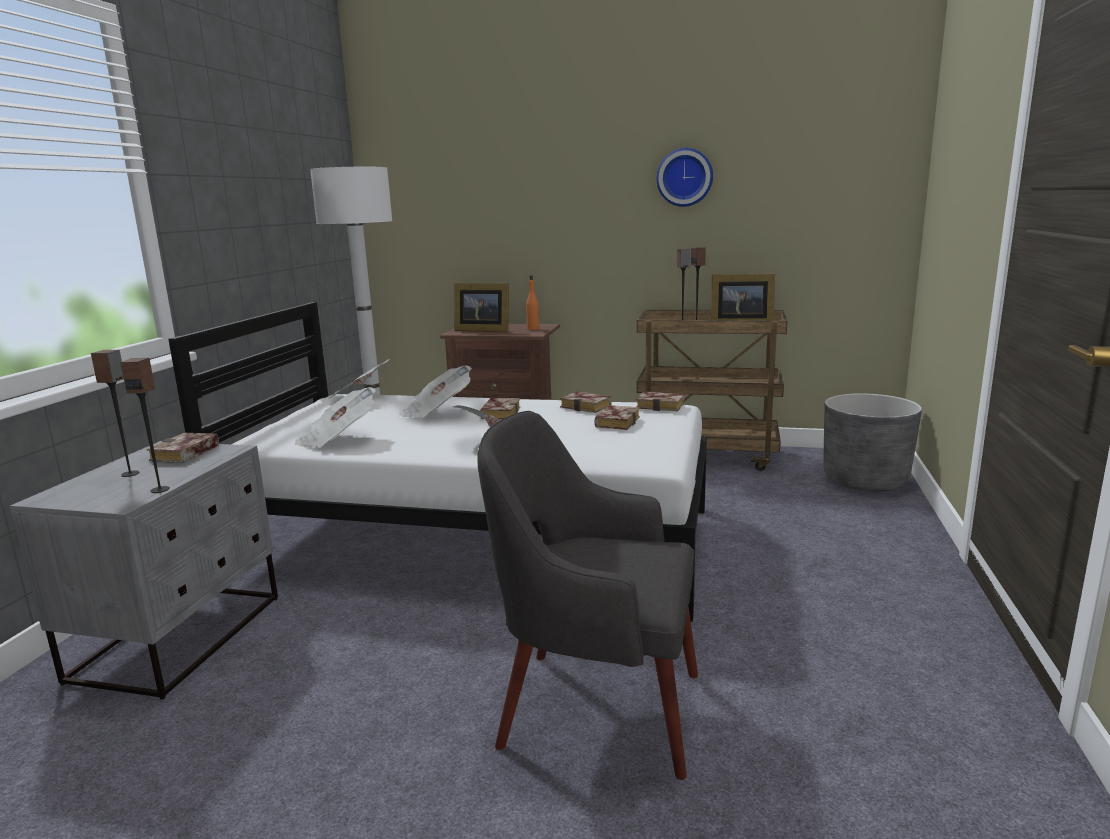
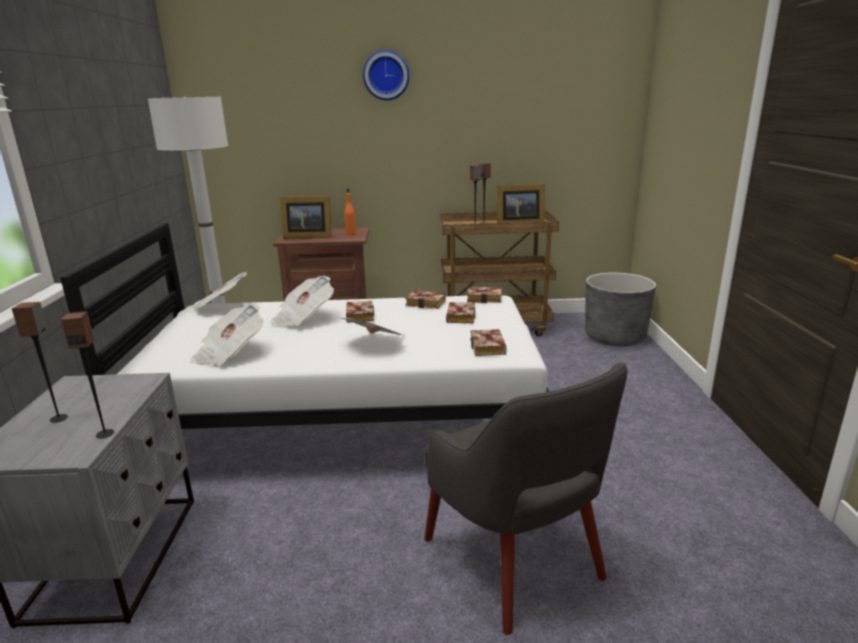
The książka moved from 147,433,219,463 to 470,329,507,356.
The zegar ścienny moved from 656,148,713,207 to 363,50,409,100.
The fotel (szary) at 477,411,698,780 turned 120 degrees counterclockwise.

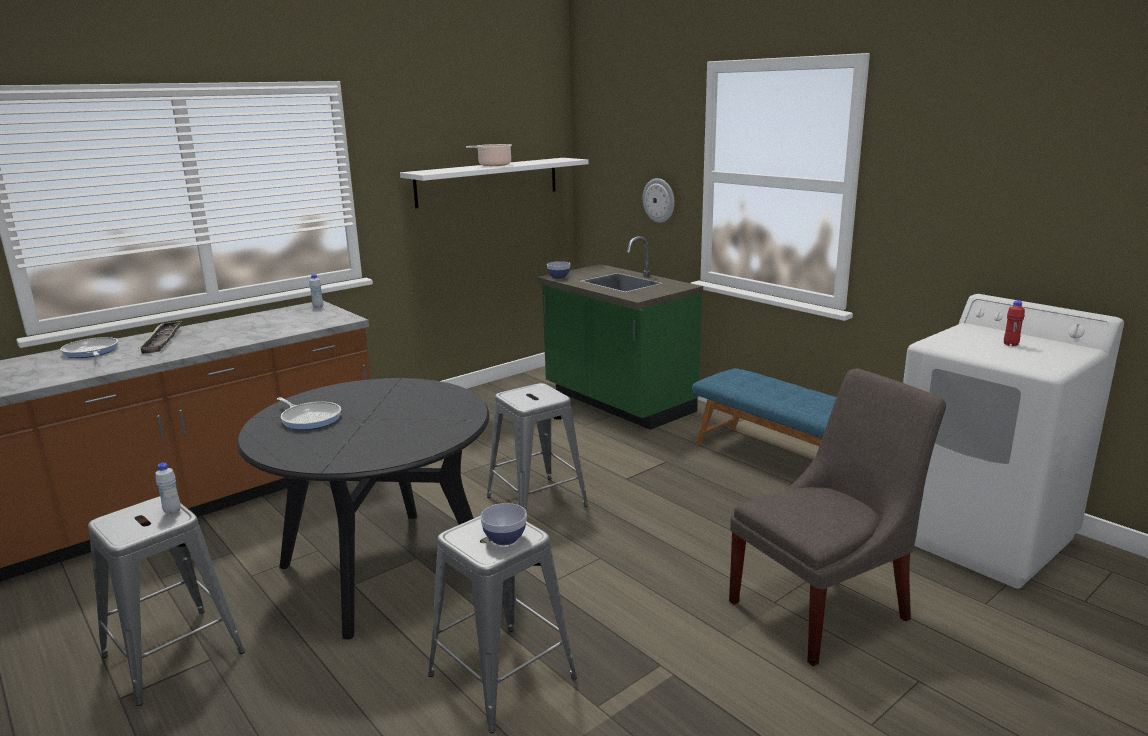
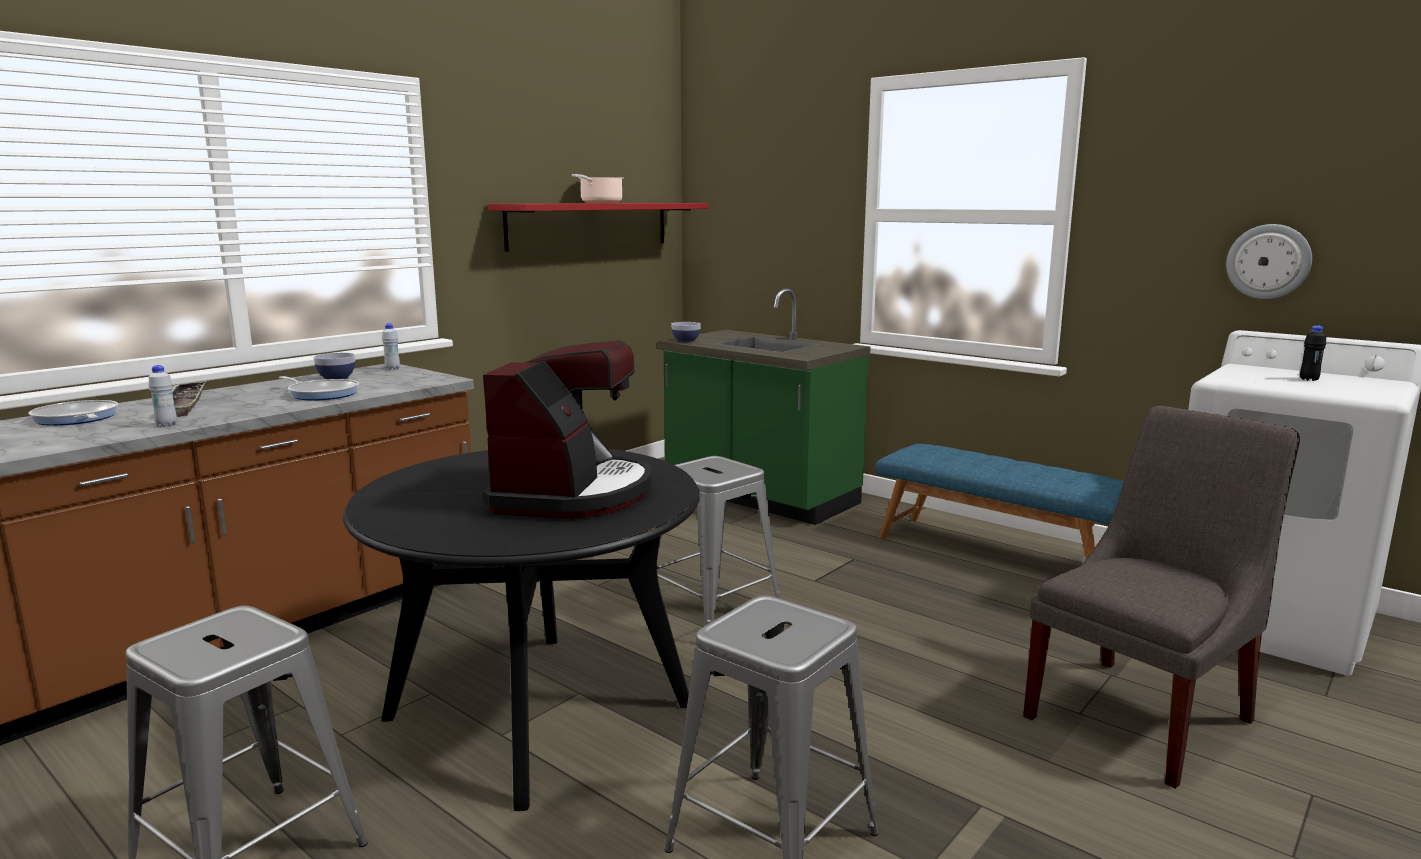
The ekspres do kawy at 483,341,652,519 appeared.
The butelka (biały) moved from 155,463,181,514 to 149,365,177,427.
The patelnia moved from 277,397,341,430 to 279,376,359,401.
The miska moved from 481,503,527,545 to 313,353,355,379.
The zegar ścienny moved from 643,178,675,223 to 1226,224,1312,299.
The półka (biały) at 400,158,588,208 became the półka (czerwony) at 488,203,708,252.
The butelka (czerwony) at 1004,301,1025,346 became the butelka (czarny) at 1300,325,1326,381.

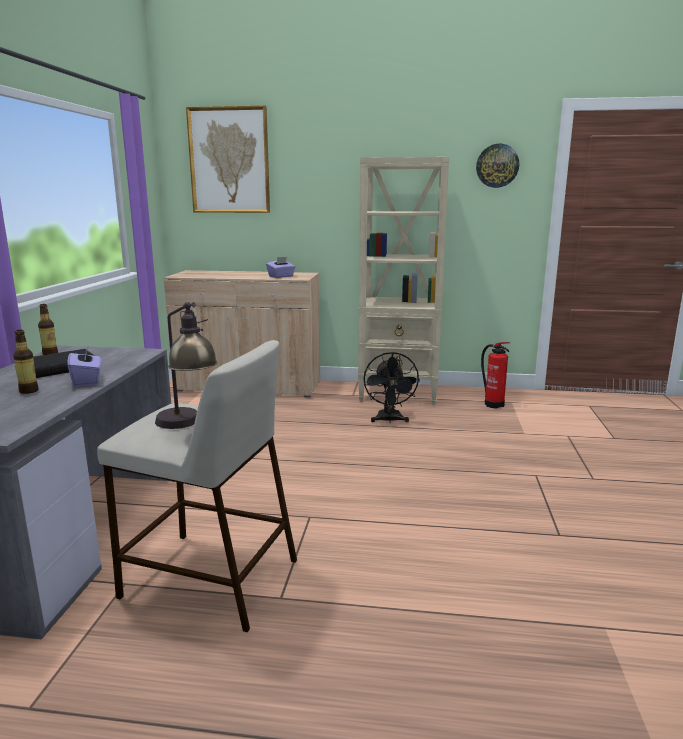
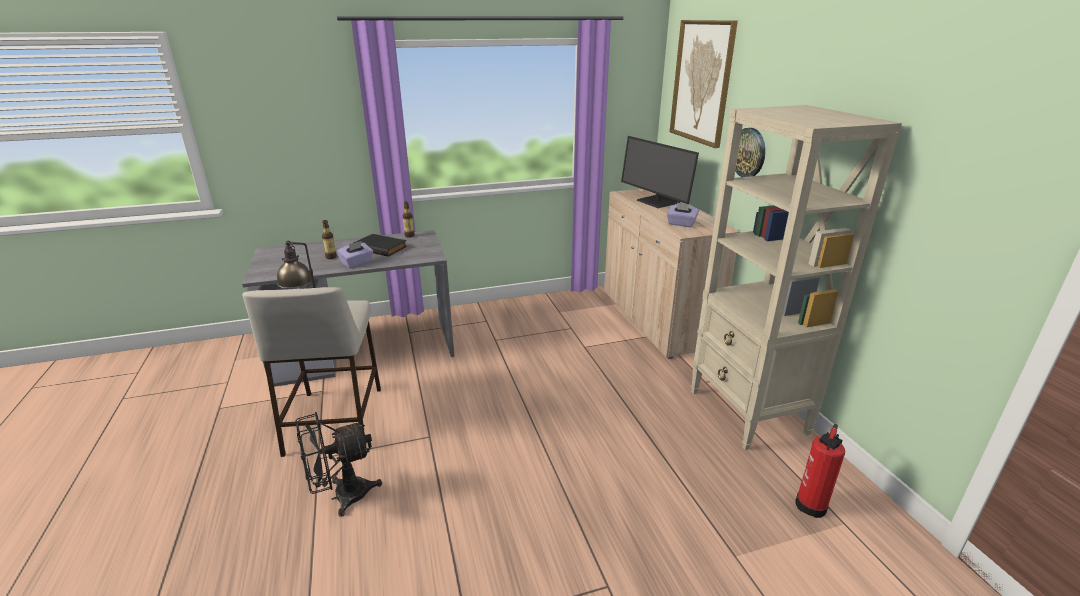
The monitor at 621,136,699,208 appeared.
The wentylator (czarny) moved from 364,352,420,423 to 296,412,382,517.
The zegar ścienny moved from 476,144,519,188 to 735,128,765,177.

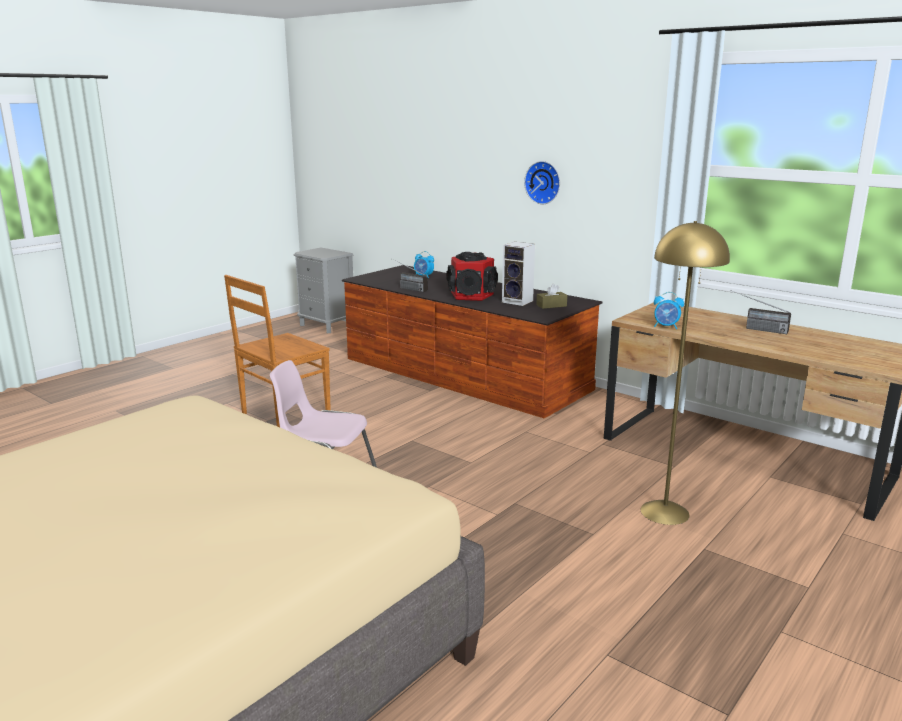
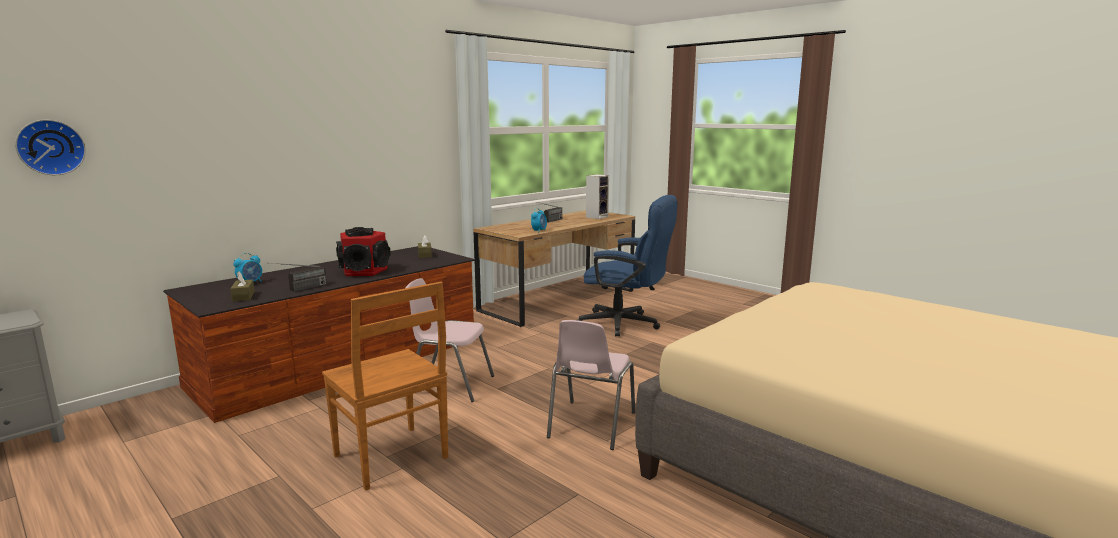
The pudełko chusteczek (brązowy) at 230,272,255,302 appeared.
The krzesło (różowy) at 405,278,494,402 appeared.
The głośnik moved from 502,242,535,306 to 586,174,609,219.
The zegar ścienny moved from 524,161,560,204 to 15,120,86,175.
The lampa stojąca (żółty) at 641,221,730,525 was replaced by the krzesło biurowe (niebieski) at 578,195,677,337.

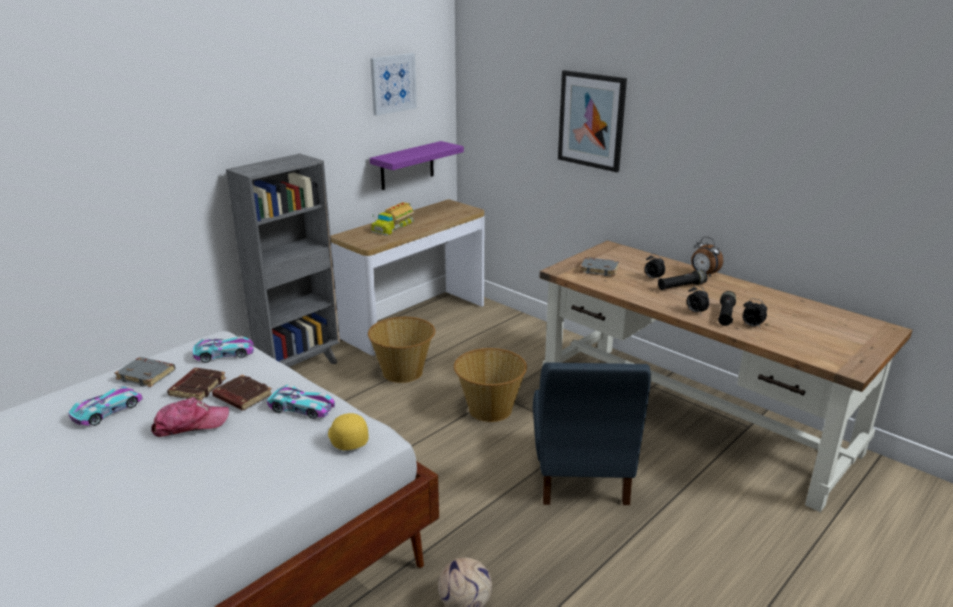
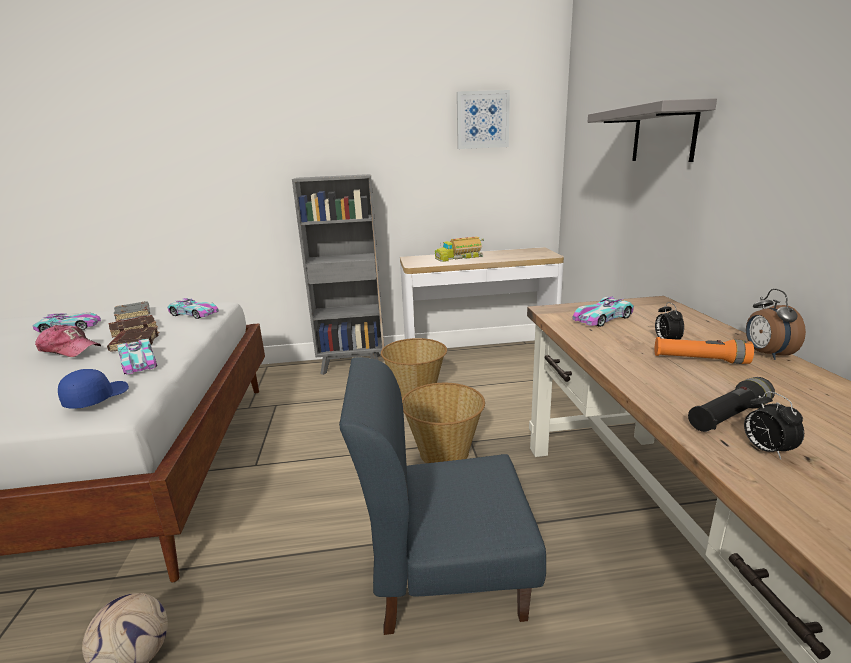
The półka (fioletowy) at 370,141,464,190 disappeared.
The budzik at 687,285,709,314 disappeared.
The obraz at 558,70,627,172 was replaced by the półka (szary) at 587,98,717,162.
The książka (szary) at 580,257,619,276 was replaced by the samochodzik at 572,296,634,327.
The czapka z daszkiem (żółty) at 328,413,369,450 became the czapka z daszkiem (niebieski) at 58,369,129,409.
The latarka (czarny) at 658,270,708,290 became the latarka (pomarańczowy) at 655,337,754,364.
The krzesło (niebieski) at 533,362,651,505 turned 45 degrees clockwise.

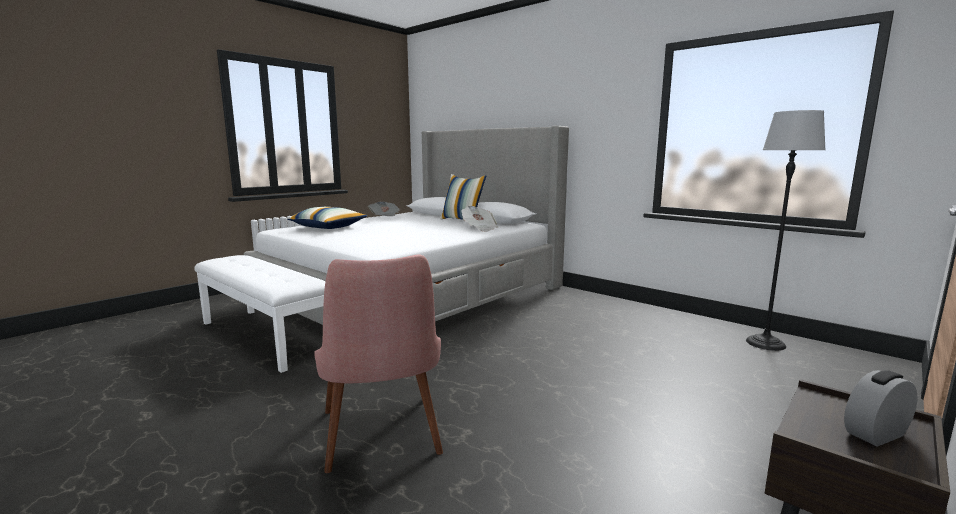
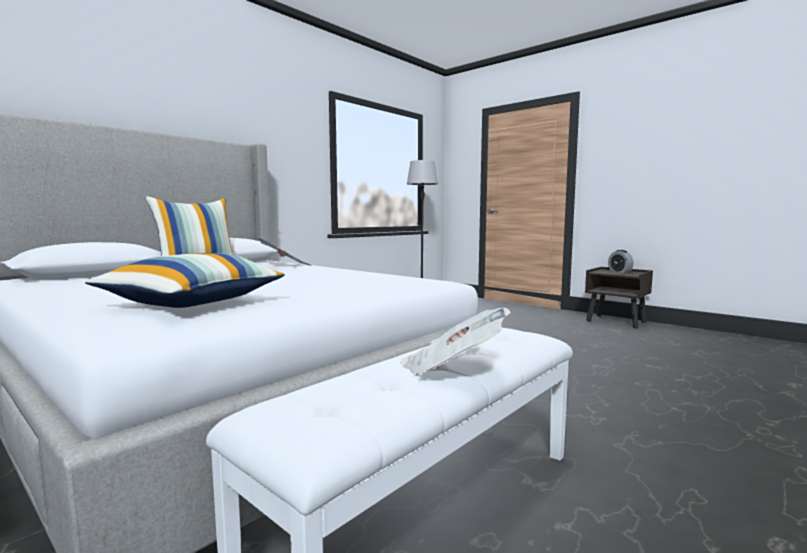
The krzesło (różowy) at 314,254,443,473 disappeared.
The gazeta moved from 367,201,400,216 to 400,308,511,375.

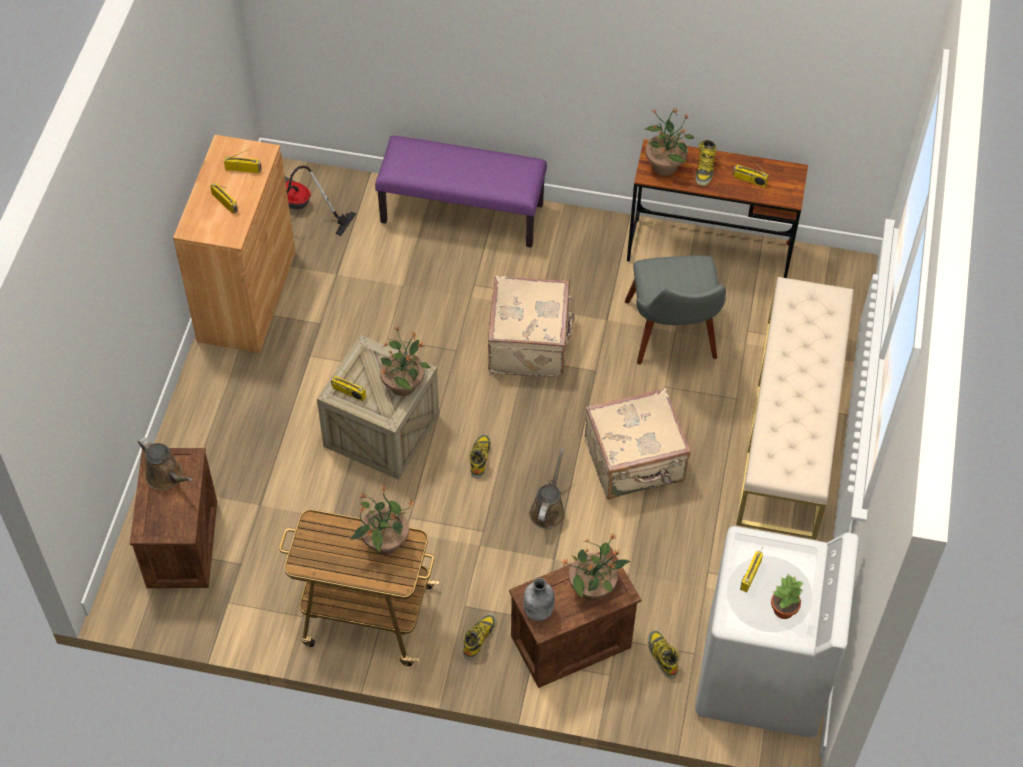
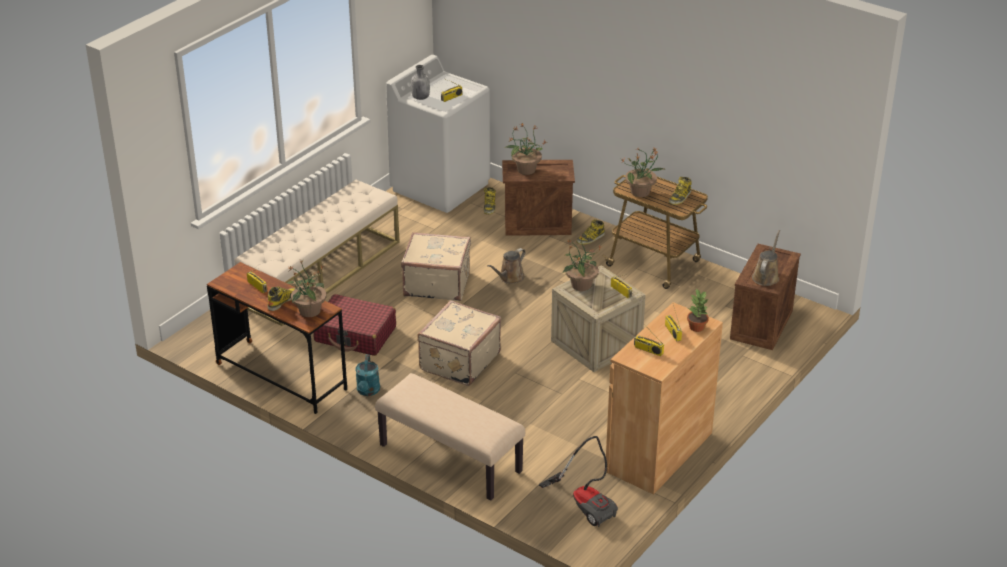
The konewka (turkusowy) at 355,354,380,396 appeared.
The but z cholewką moved from 470,434,491,478 to 669,177,692,205.
The butelka (szary) moved from 523,578,555,621 to 411,65,430,100.
The roślina doniczkowa moved from 771,574,804,619 to 687,289,709,332.
The krzesło (szary) at 625,255,726,364 was replaced by the walizka (czerwony) at 314,294,396,356.
The ławka (fioletowy) at 375,136,547,248 became the ławka (beżowy) at 375,373,525,501.
The konewka (brązowy) at 138,437,193,490 turned 45 degrees clockwise.

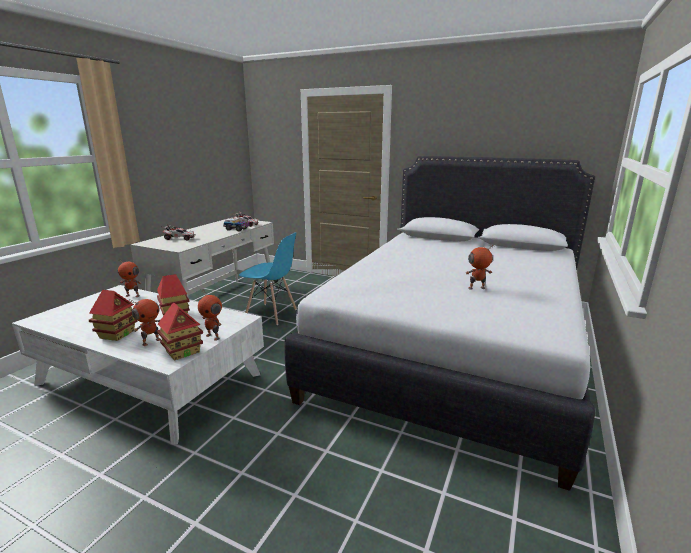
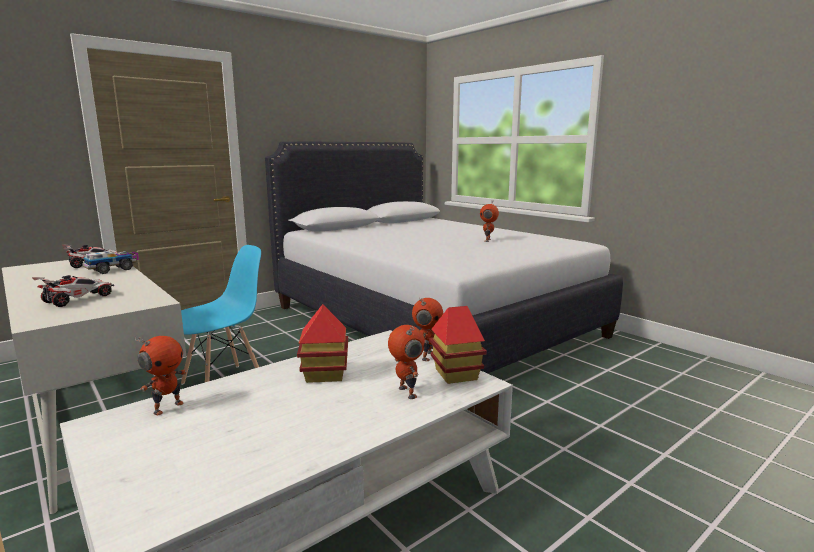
The domek at 89,290,137,341 disappeared.
The robot zabawkowy at 198,290,222,341 turned 45 degrees counterclockwise.

